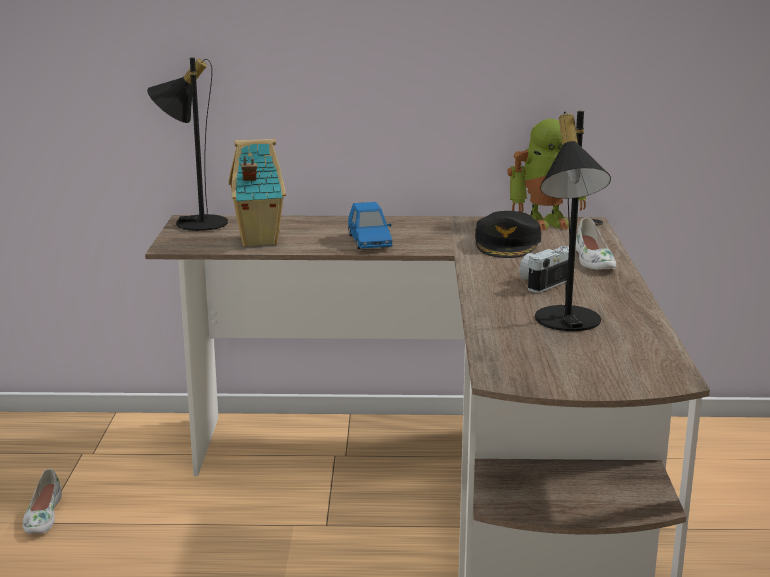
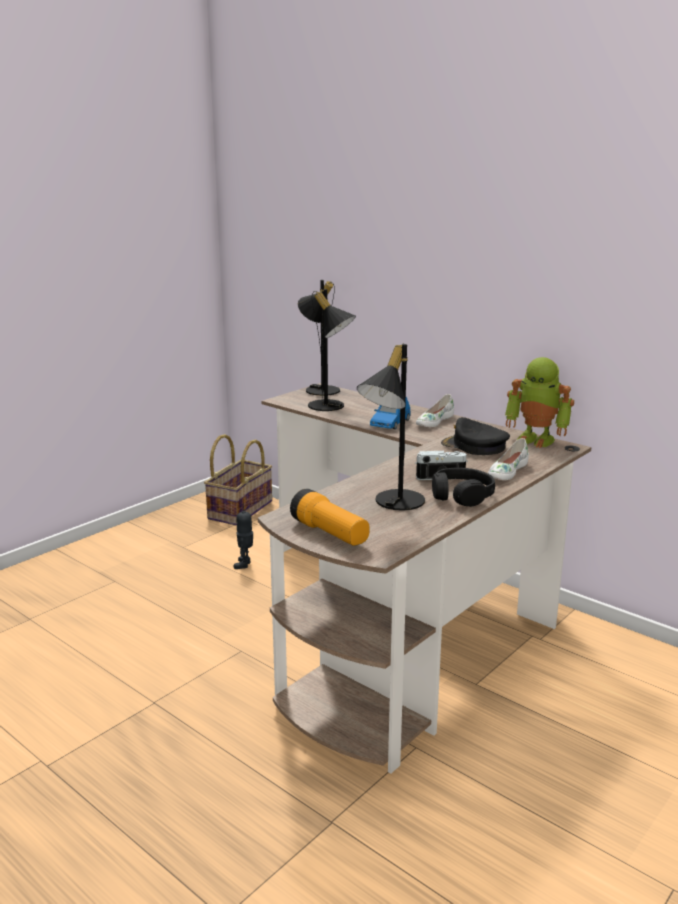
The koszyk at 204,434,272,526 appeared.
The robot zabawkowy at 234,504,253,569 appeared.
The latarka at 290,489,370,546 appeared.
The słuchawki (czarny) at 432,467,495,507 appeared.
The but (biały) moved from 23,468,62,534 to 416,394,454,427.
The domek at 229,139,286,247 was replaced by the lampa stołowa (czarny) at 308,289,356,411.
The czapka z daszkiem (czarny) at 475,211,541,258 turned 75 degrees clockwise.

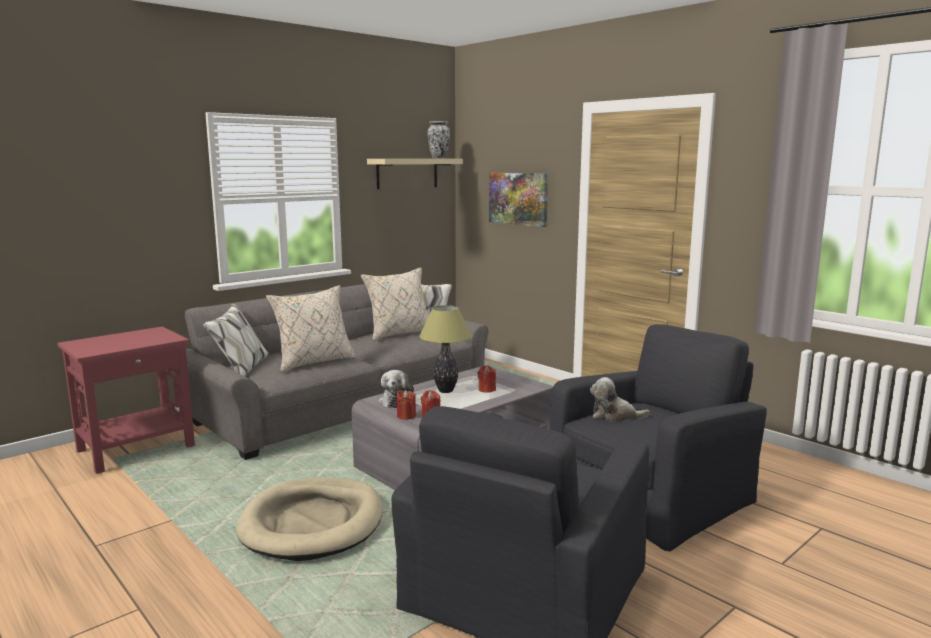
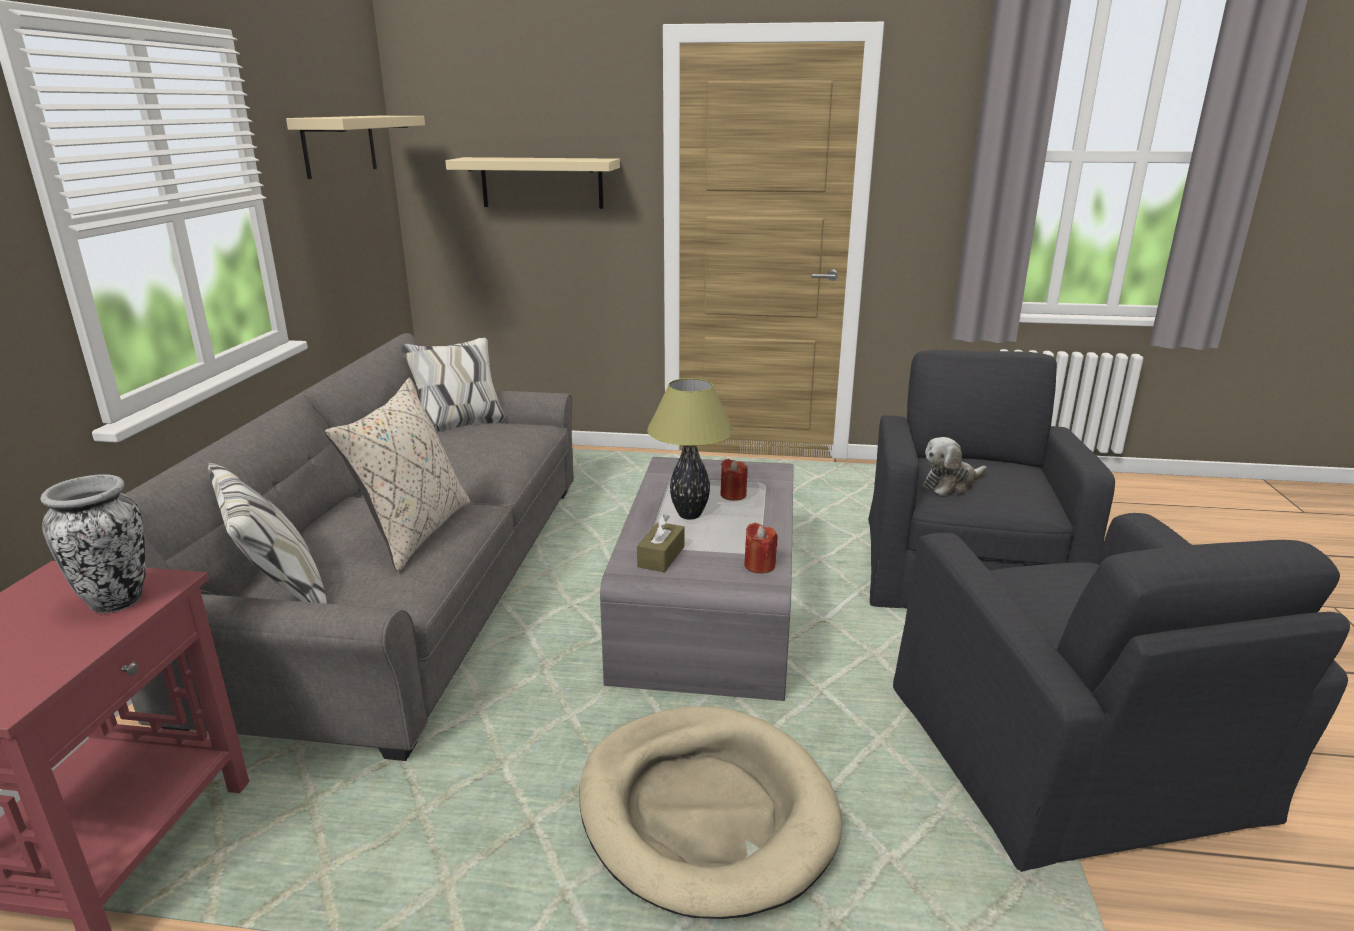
The poduszka (beżowy) at 360,267,429,341 disappeared.
The świeca (czerwony) at 396,390,416,420 disappeared.
The wazon moved from 427,121,450,159 to 40,474,146,613.
The pluszak at 379,370,414,408 was replaced by the pudełko chusteczek (brązowy) at 637,514,684,572.
The obraz at 489,173,548,227 was replaced by the półka (beżowy) at 445,157,620,209.

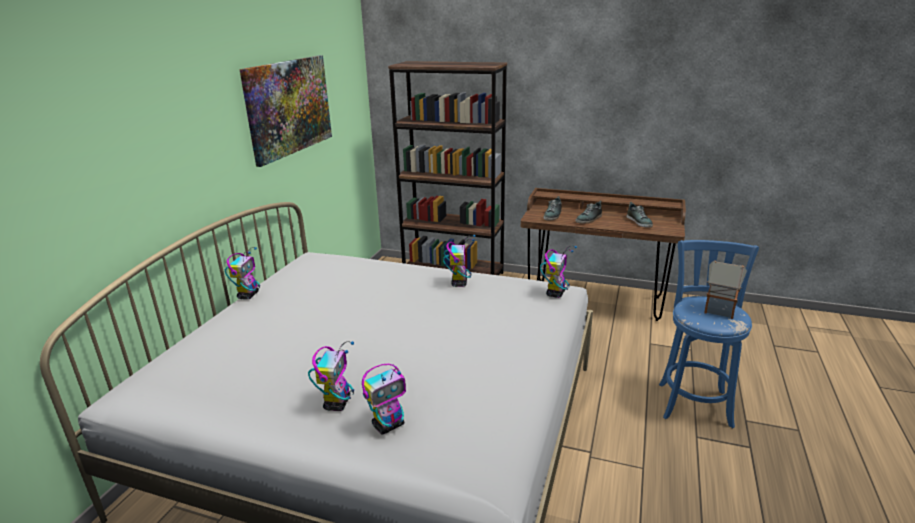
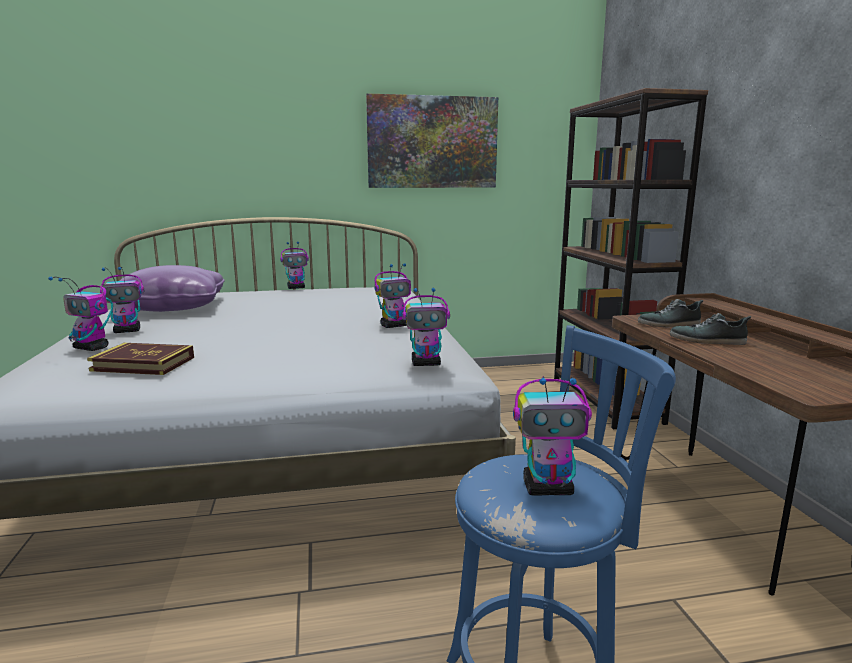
The but at 627,202,653,228 disappeared.
The książka at 87,343,194,375 appeared.
The poduszka (fioletowy) at 120,265,225,312 appeared.
The domek at 704,260,747,319 was replaced by the robot zabawkowy at 513,376,592,495.

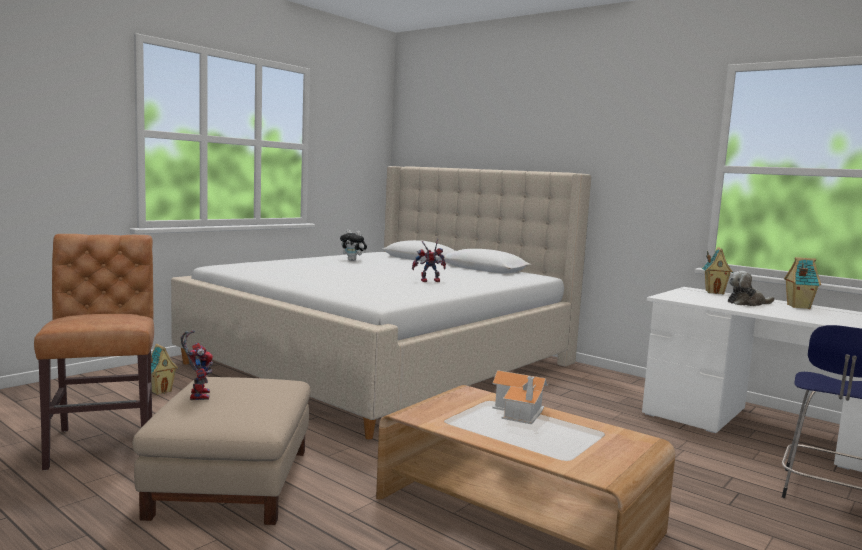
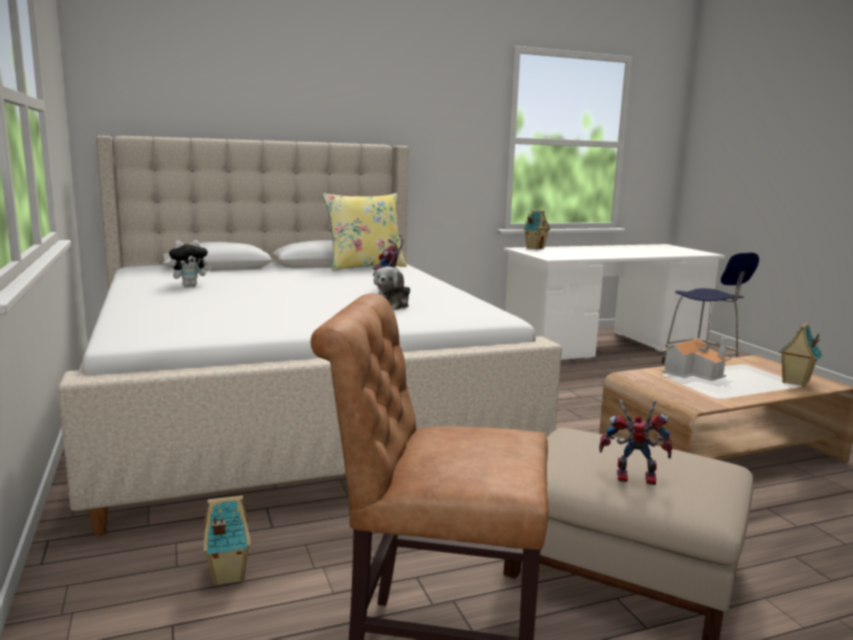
The poduszka (żółty) at 323,193,407,271 appeared.
The pluszak moved from 728,271,775,306 to 374,267,410,310.
The domek moved from 784,257,821,309 to 778,322,823,387.

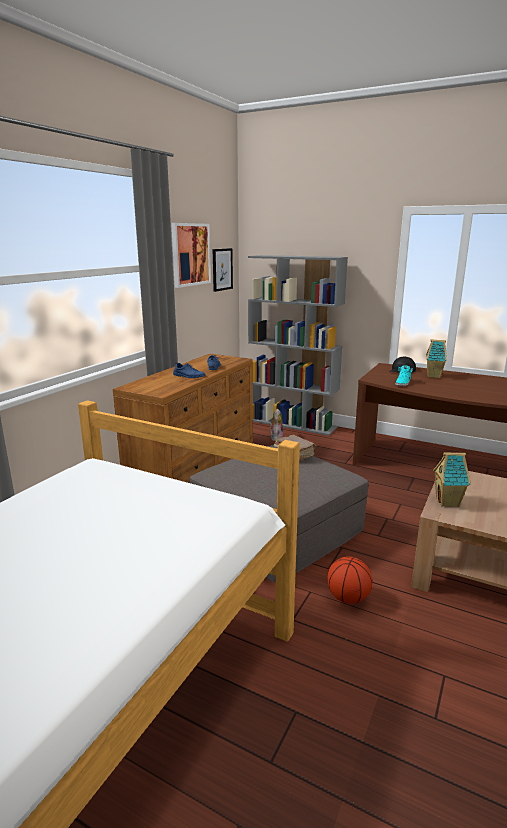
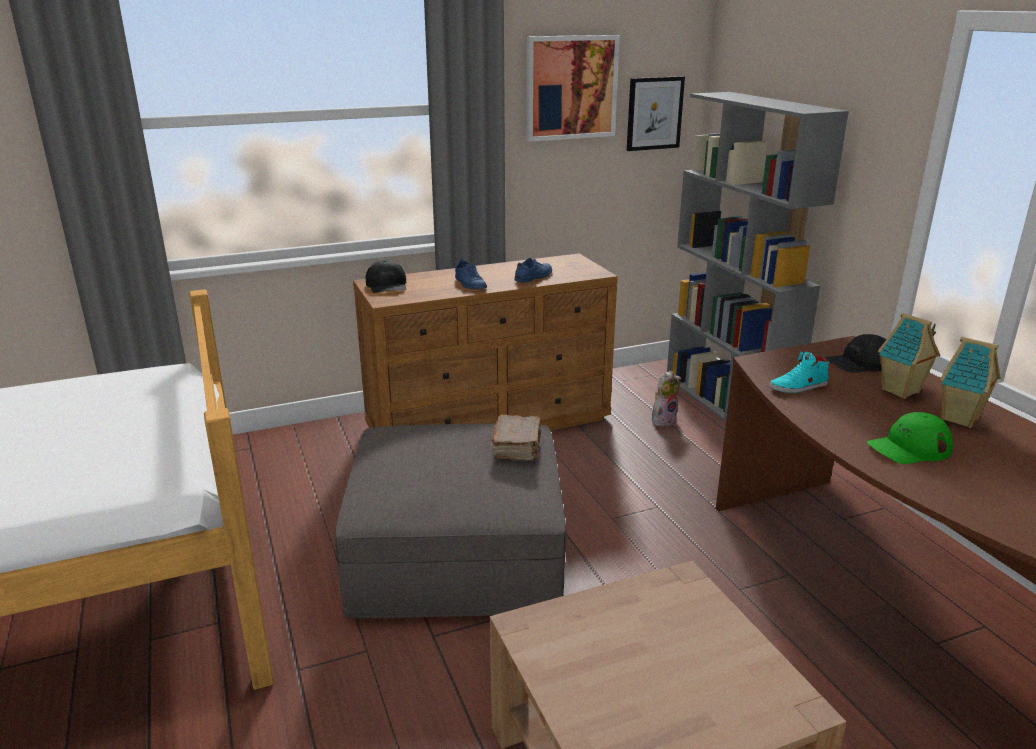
The piłka do koszykówki at 327,556,372,604 disappeared.
The czapka z daszkiem (czarny) at 365,260,407,293 appeared.
The czapka z daszkiem (zielony) at 867,412,953,464 appeared.
The domek moved from 433,452,471,507 to 940,336,1000,428.

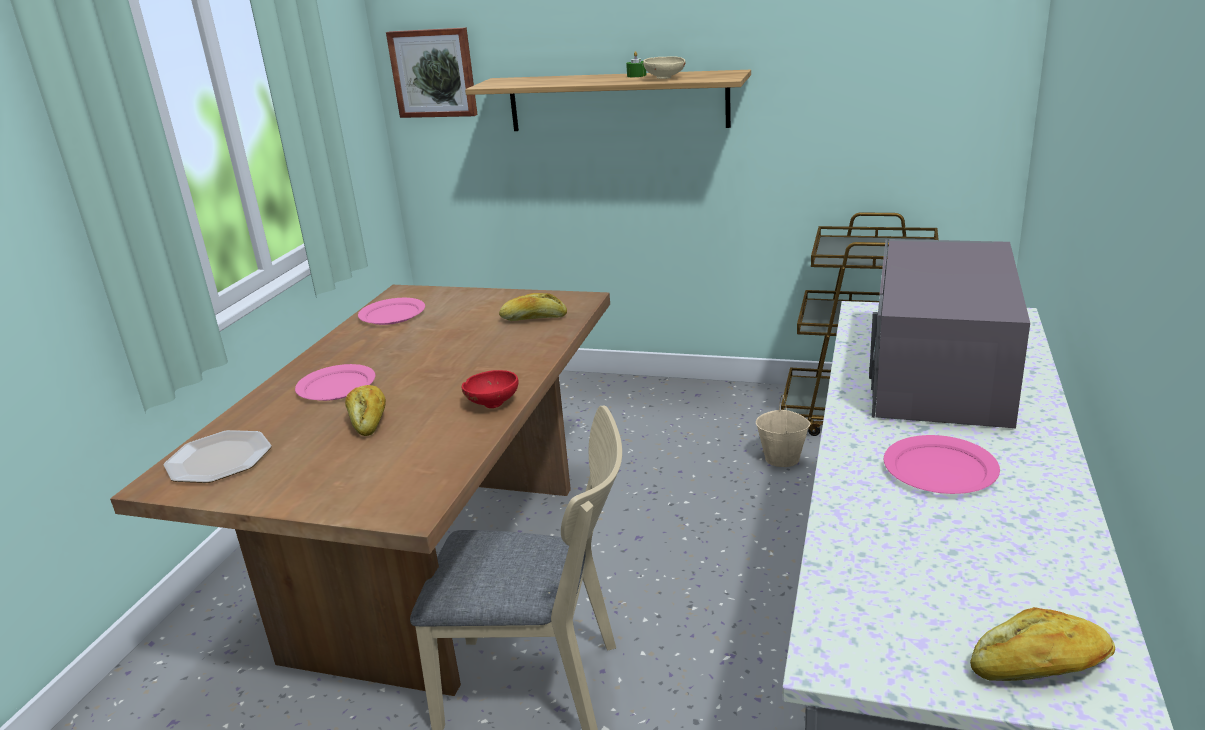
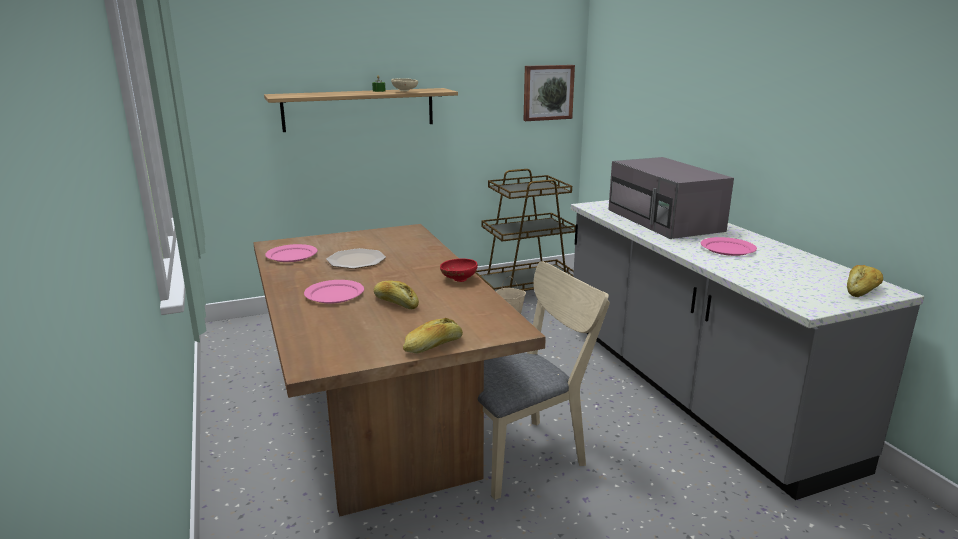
The talerz moved from 164,430,271,483 to 326,248,386,269.
The obraz moved from 386,27,478,118 to 524,65,575,121.
The chleb moved from 499,293,567,321 to 403,318,463,354.

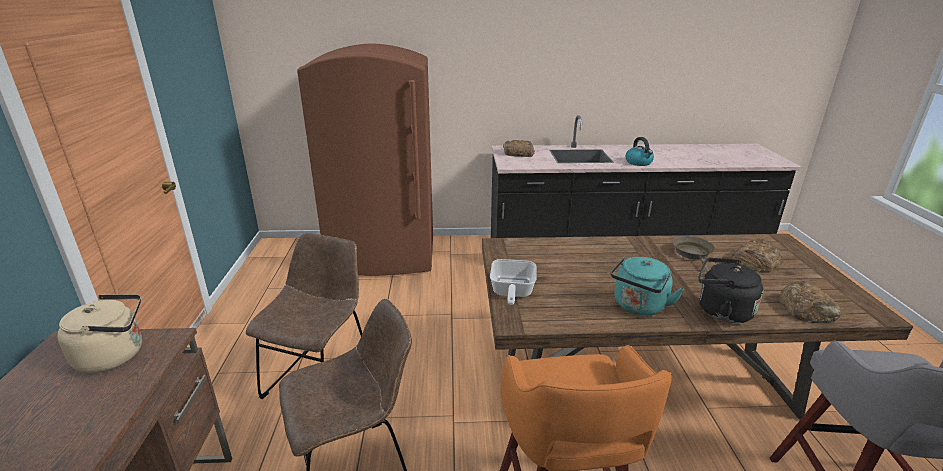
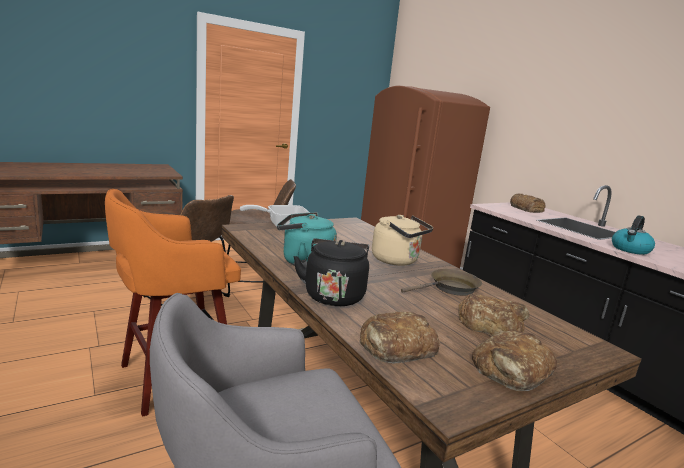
The chleb at 472,331,557,391 appeared.
The czajnik (beżowy) moved from 57,294,142,373 to 372,215,433,266.

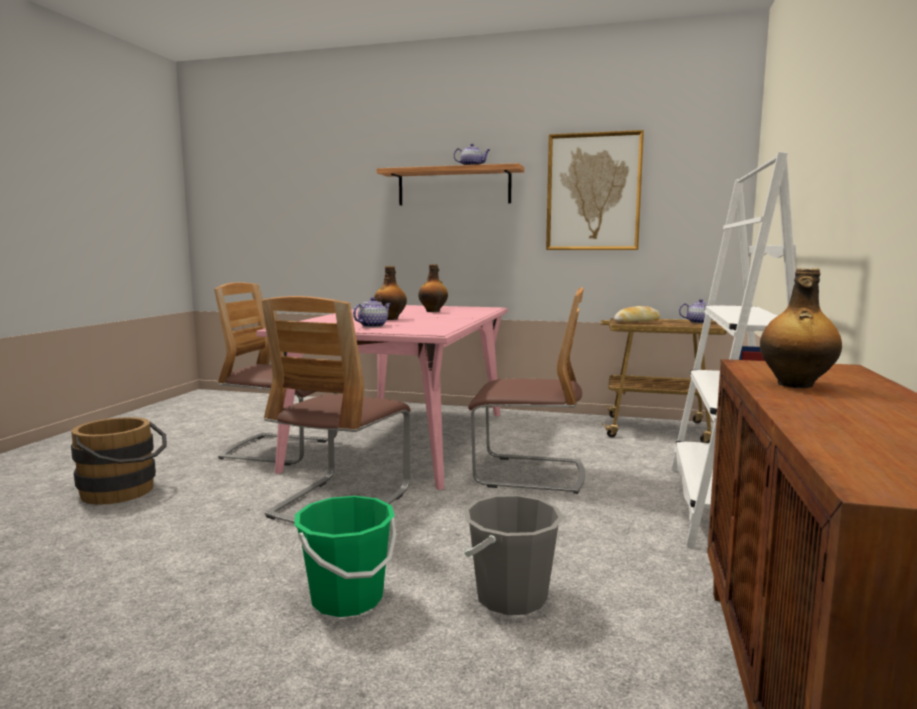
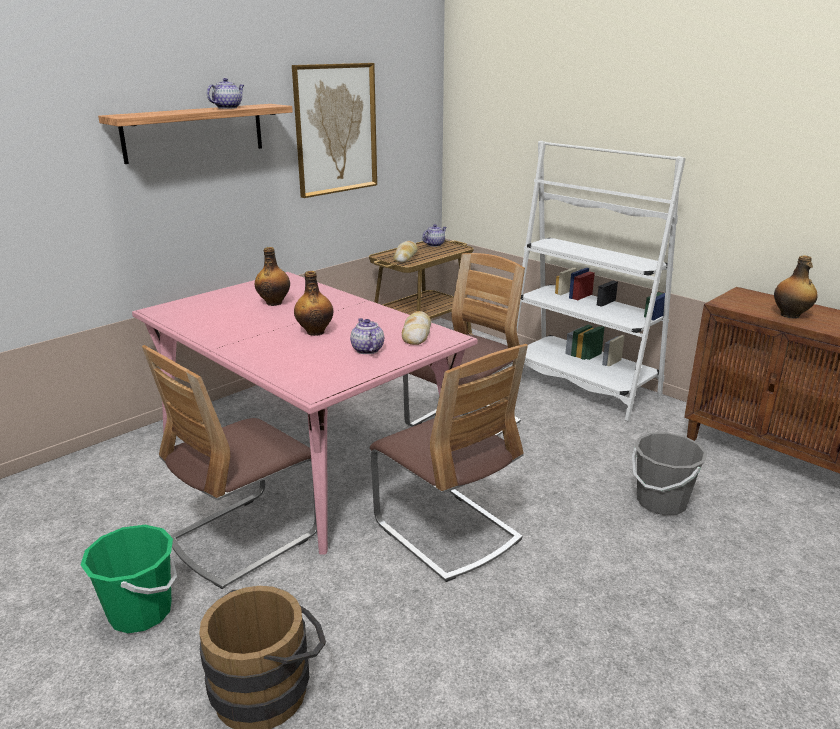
The chleb at 402,311,431,345 appeared.
The wiadro (zielony) moved from 294,496,396,617 to 81,525,177,633.

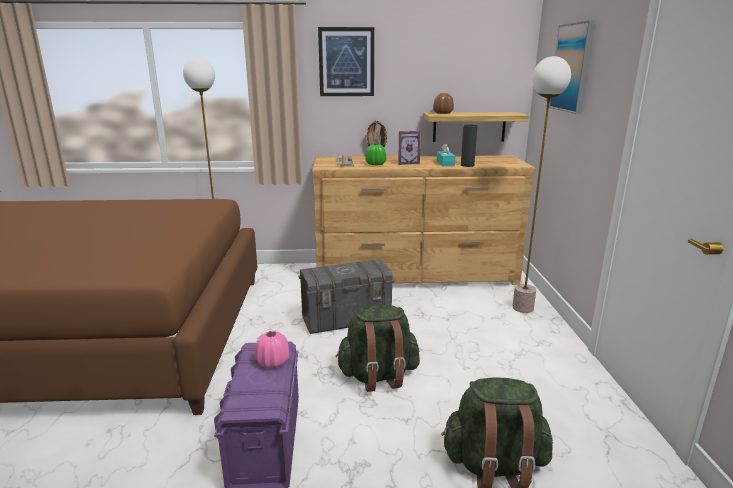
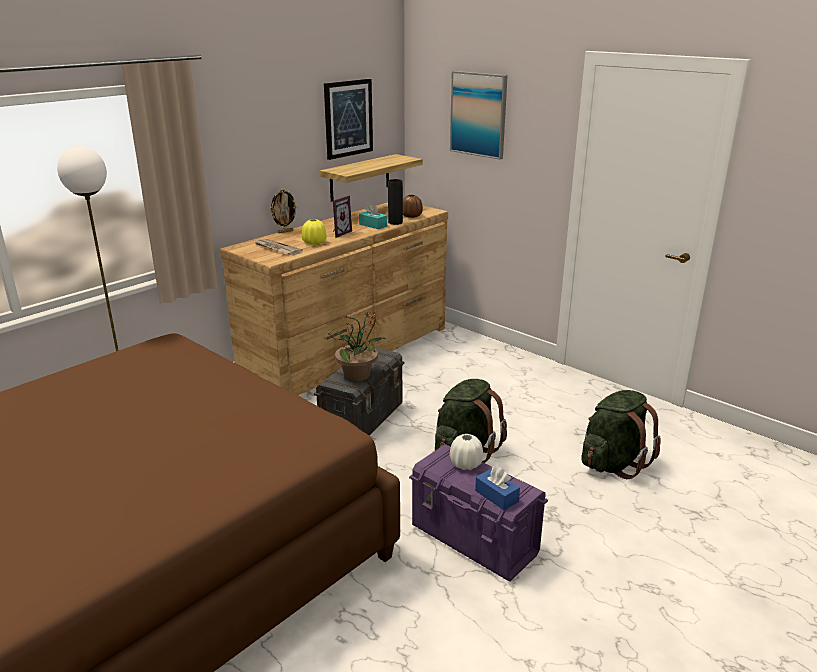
The lampa stojąca at 512,56,571,313 disappeared.
The roślina doniczkowa at 326,312,386,381 appeared.
The pudełko chusteczek (niebieski) at 475,466,520,510 appeared.
The obraz moved from 318,27,374,96 to 324,79,373,160.
The wazon (brązowy) moved from 433,93,454,114 to 403,195,423,218.
The wazon (różowy) at 255,331,289,369 became the wazon (biały) at 450,434,483,470.
The wazon (zielony) at 365,144,386,165 became the wazon (żółty) at 302,219,327,245.

